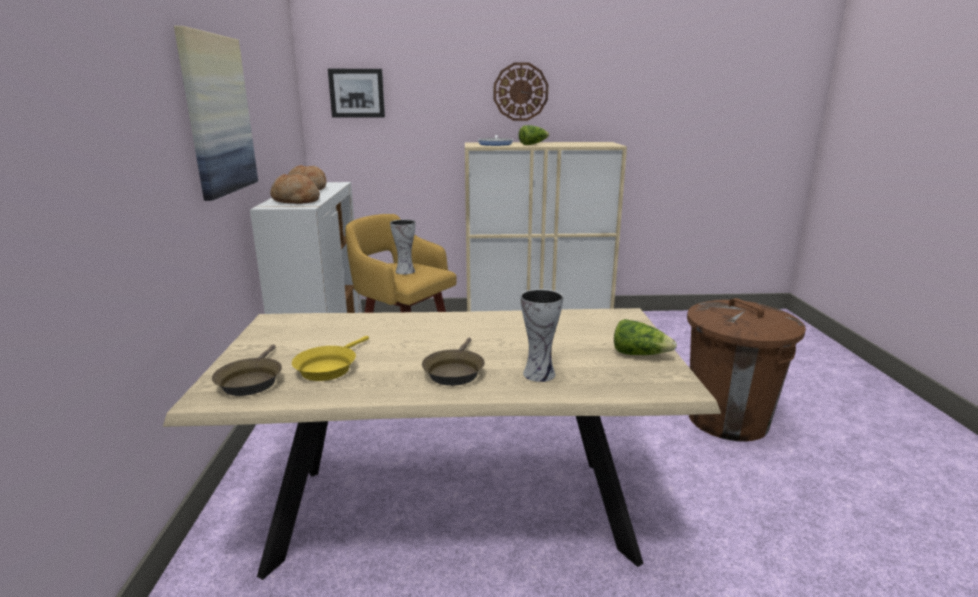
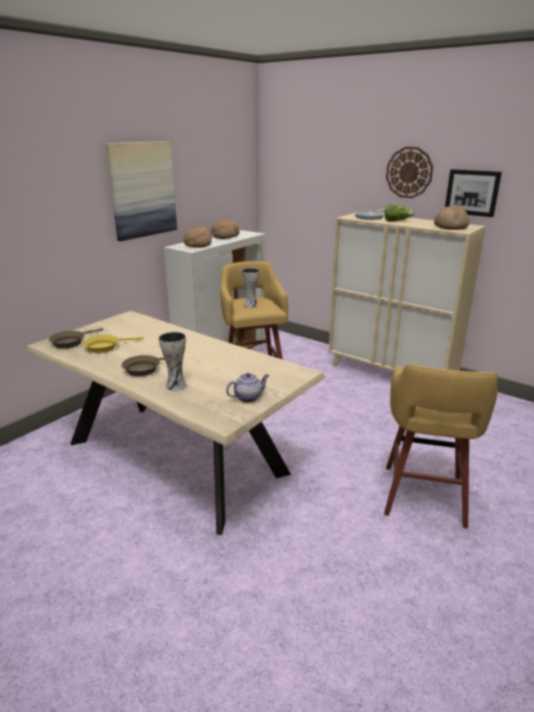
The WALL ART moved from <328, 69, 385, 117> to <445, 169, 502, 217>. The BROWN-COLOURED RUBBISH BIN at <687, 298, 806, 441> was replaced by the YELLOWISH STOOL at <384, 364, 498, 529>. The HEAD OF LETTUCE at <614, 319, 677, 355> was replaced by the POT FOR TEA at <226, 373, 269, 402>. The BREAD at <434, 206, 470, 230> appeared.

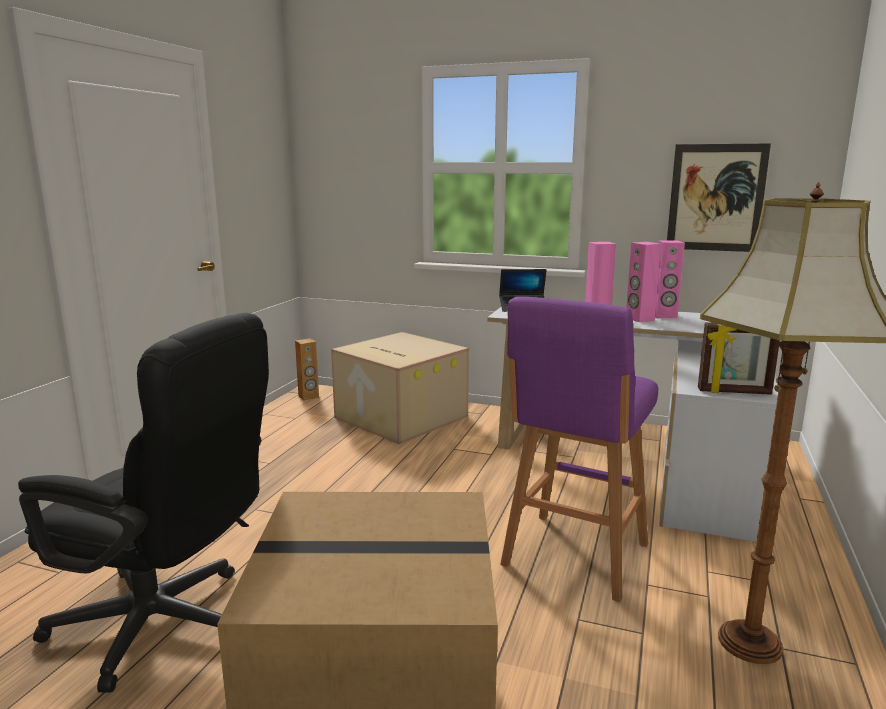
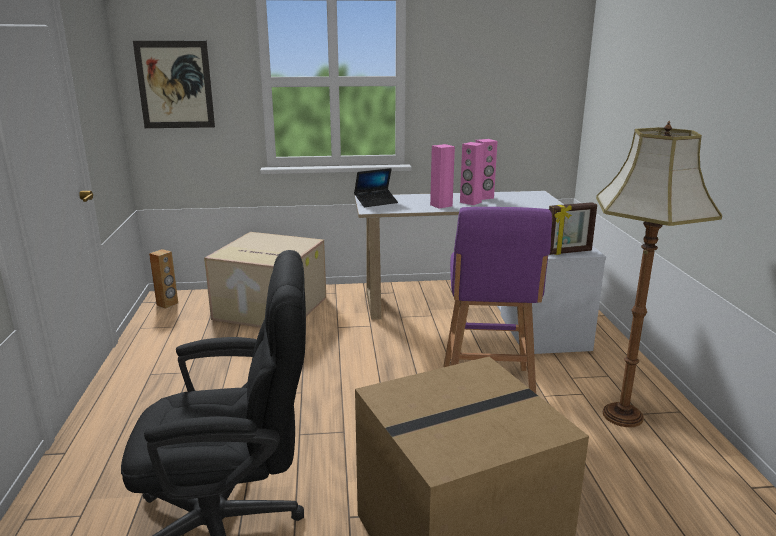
The WALL ART moved from <667, 144, 771, 252> to <133, 41, 215, 128>.

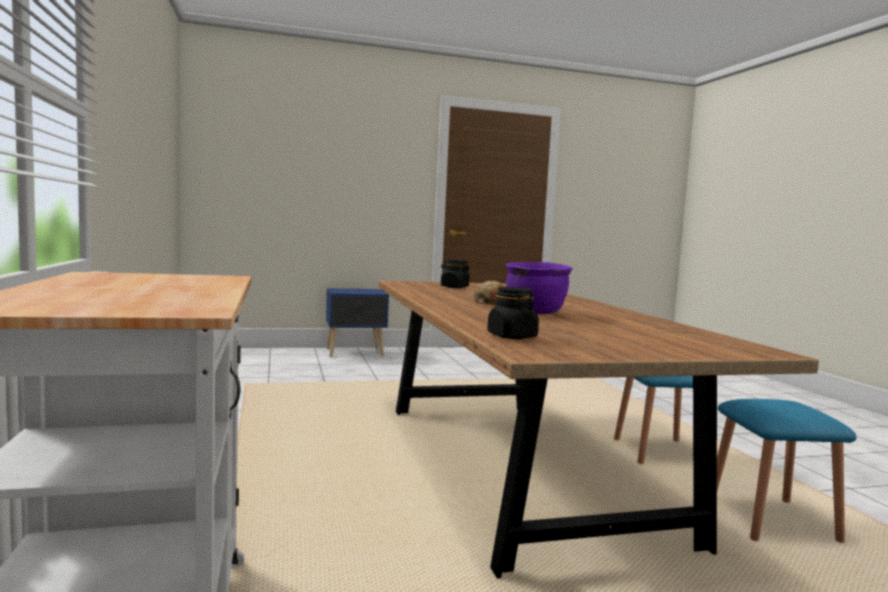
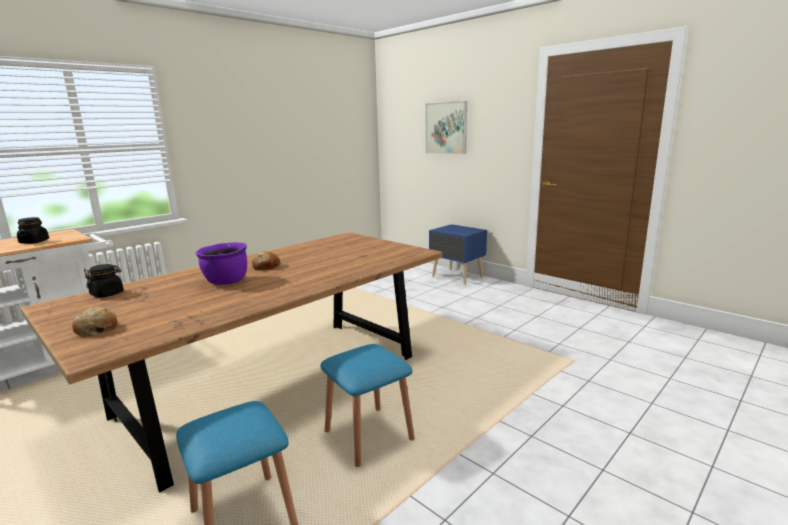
The BLACKISH STORAGE JAR moved from <441, 259, 470, 288> to <17, 217, 49, 244>. The WALL ART at <426, 101, 467, 154> appeared. The BREAD at <72, 306, 117, 336> appeared.

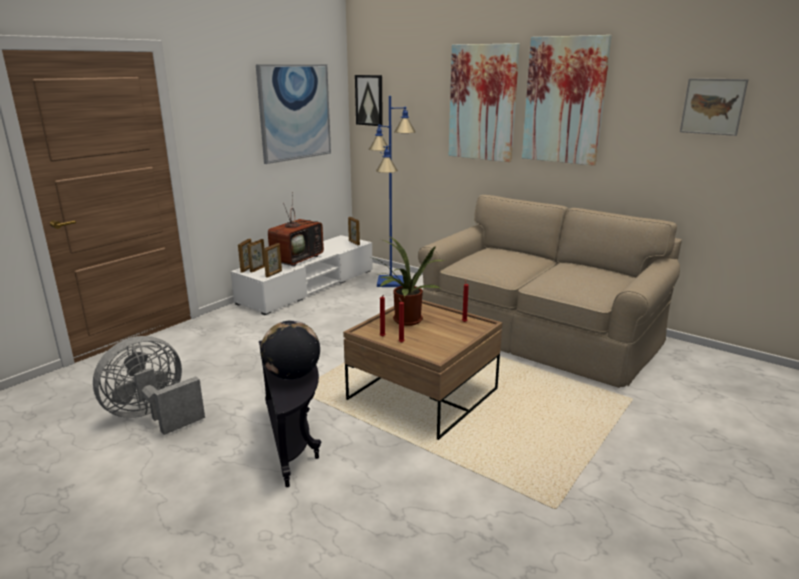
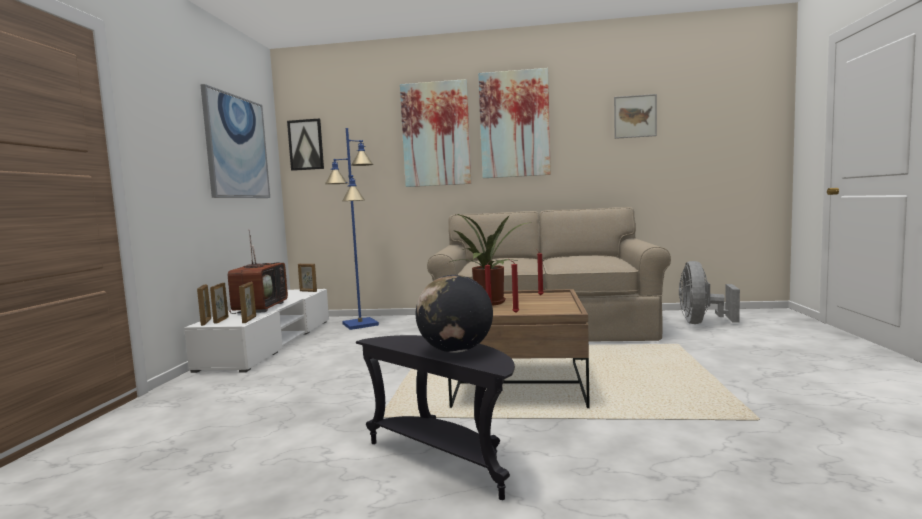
The GRAY FAN moved from <93, 336, 205, 435> to <679, 261, 740, 324>.

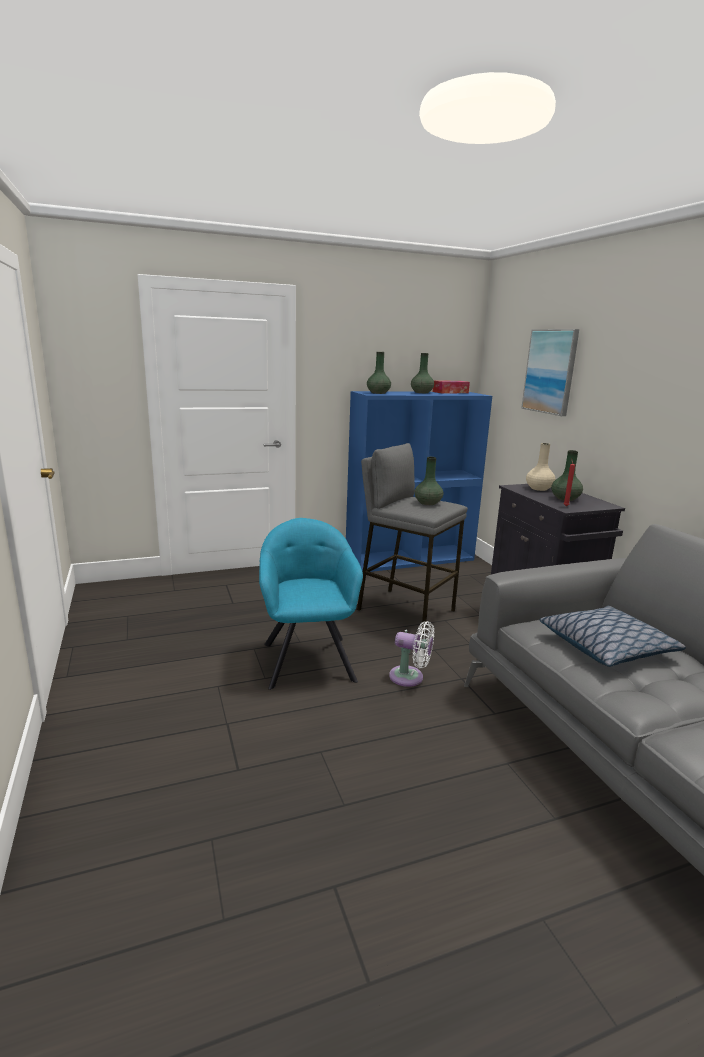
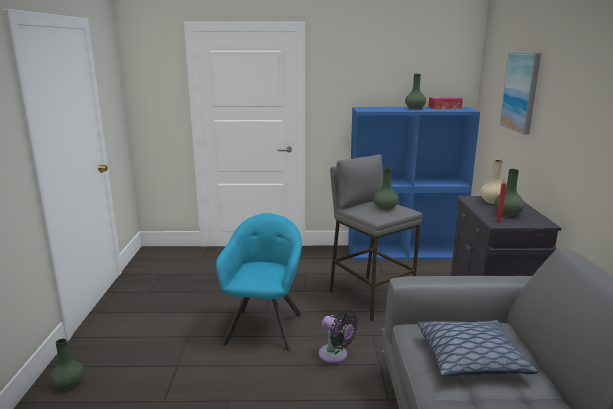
The GREEN-COLOURED DECORATIVE VASE moved from <367, 352, 391, 394> to <50, 339, 84, 389>. The WHITE FAN at <389, 621, 434, 687> became the BLACKISH FAN at <319, 310, 358, 363>.

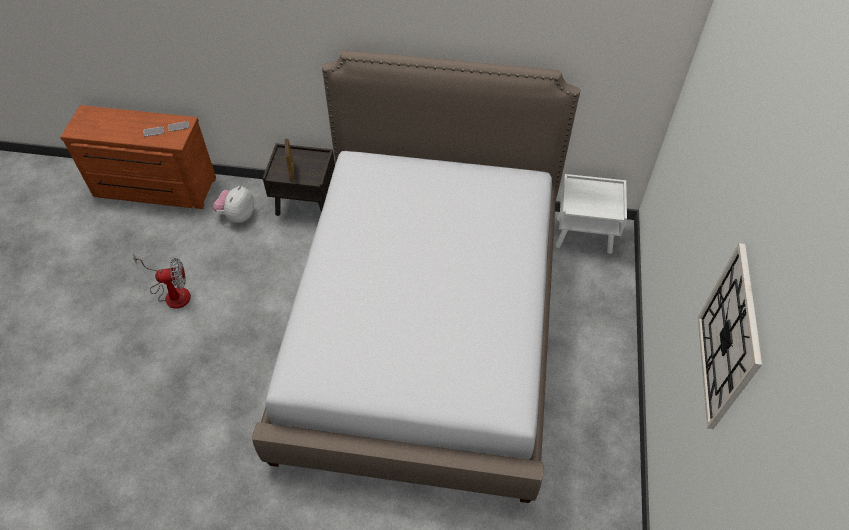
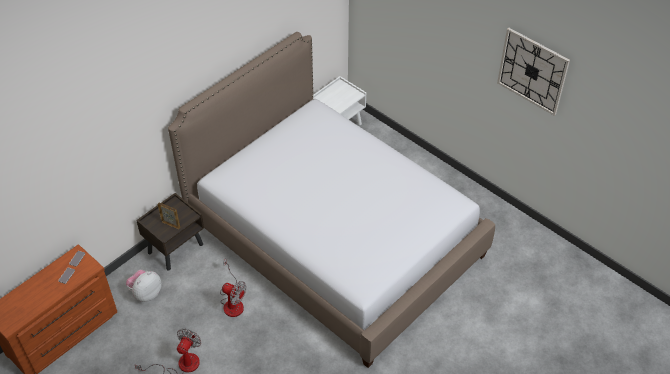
The SOFT TOY at <213, 186, 254, 223> turned 75 degrees clockwise. The FAN at <220, 258, 246, 317> appeared.

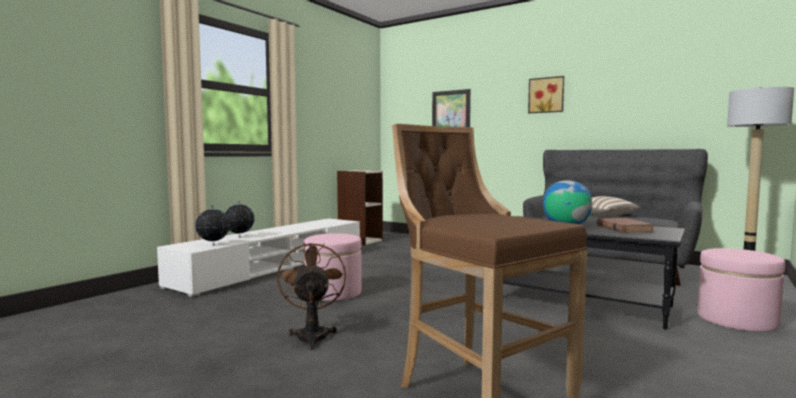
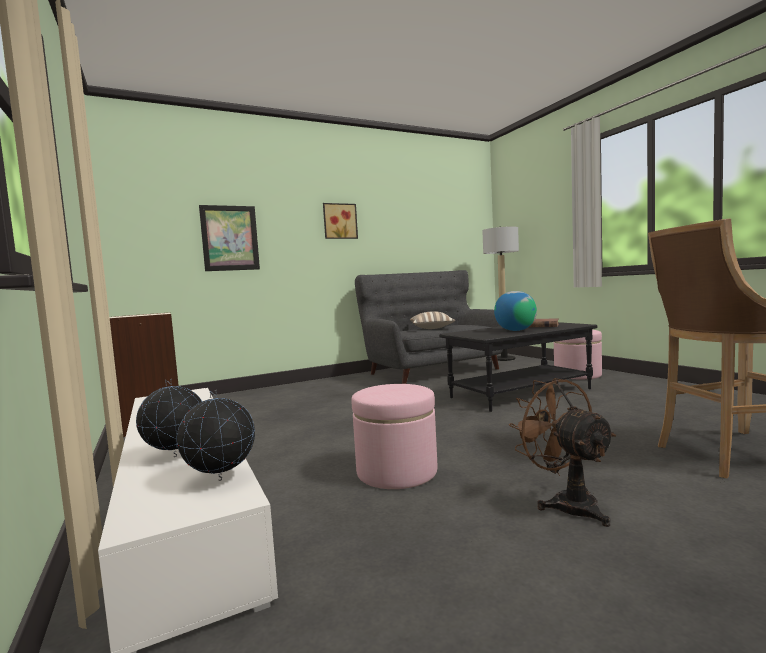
The BROWN-COLOURED FAN at <277, 243, 346, 350> turned 45 degrees clockwise.

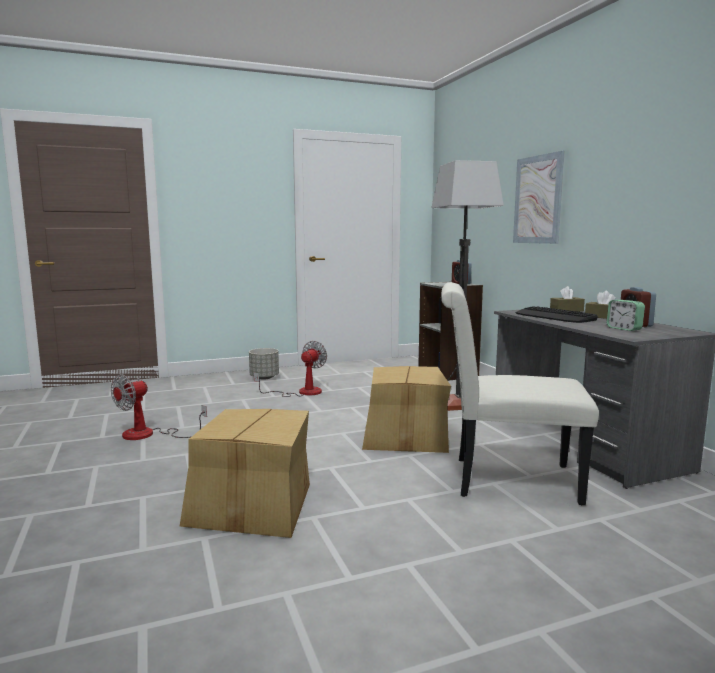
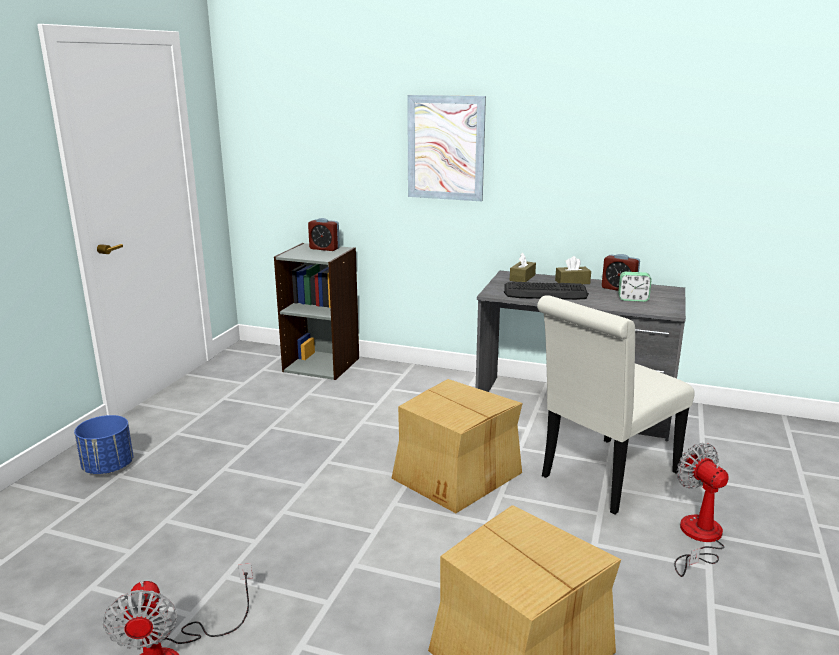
The STANDARD LAMP at <431, 160, 504, 411> disappeared. The FAN moved from <254, 341, 327, 397> to <674, 443, 729, 577>. The GRAY PLANT POT at <249, 348, 279, 380> became the BLUE PLANT POT at <74, 415, 134, 474>.

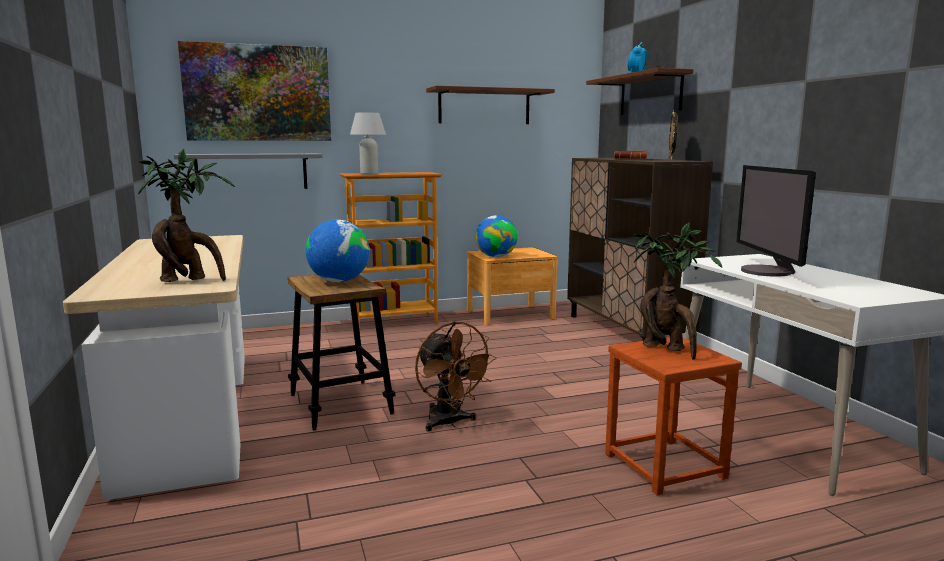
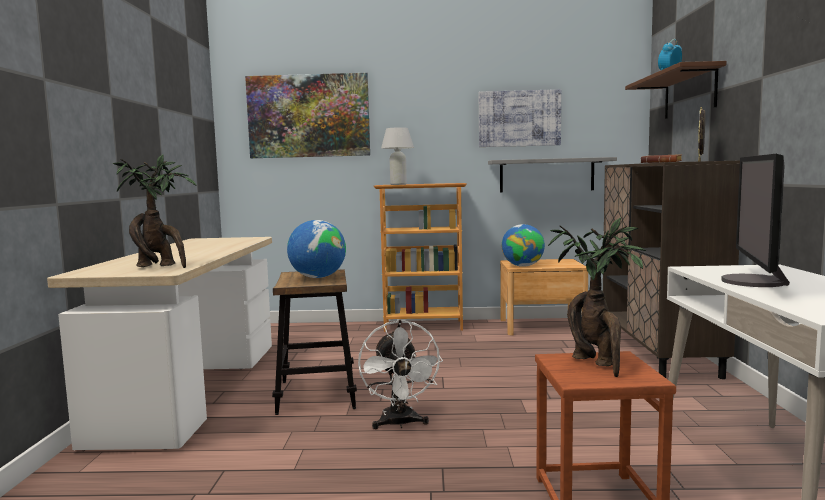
The BROWN-COLOURED BRACKET SHELF at <426, 86, 555, 124> was replaced by the WALL ART at <479, 89, 561, 147>. The GRAY BRACKET SHELF moved from <174, 153, 323, 189> to <488, 157, 617, 193>. The BROWN-COLOURED FAN at <415, 321, 496, 431> became the WHITE FAN at <358, 320, 443, 429>.

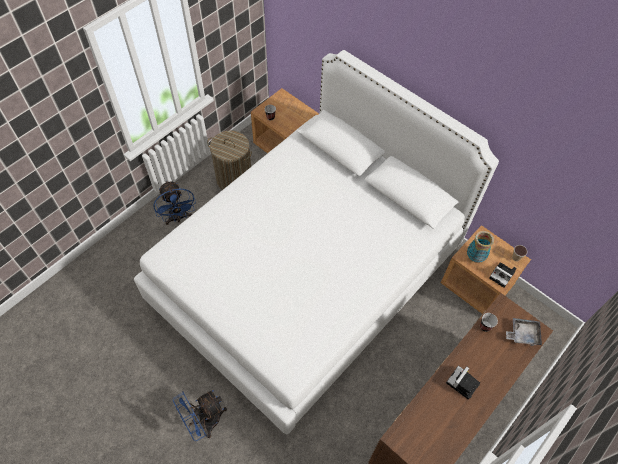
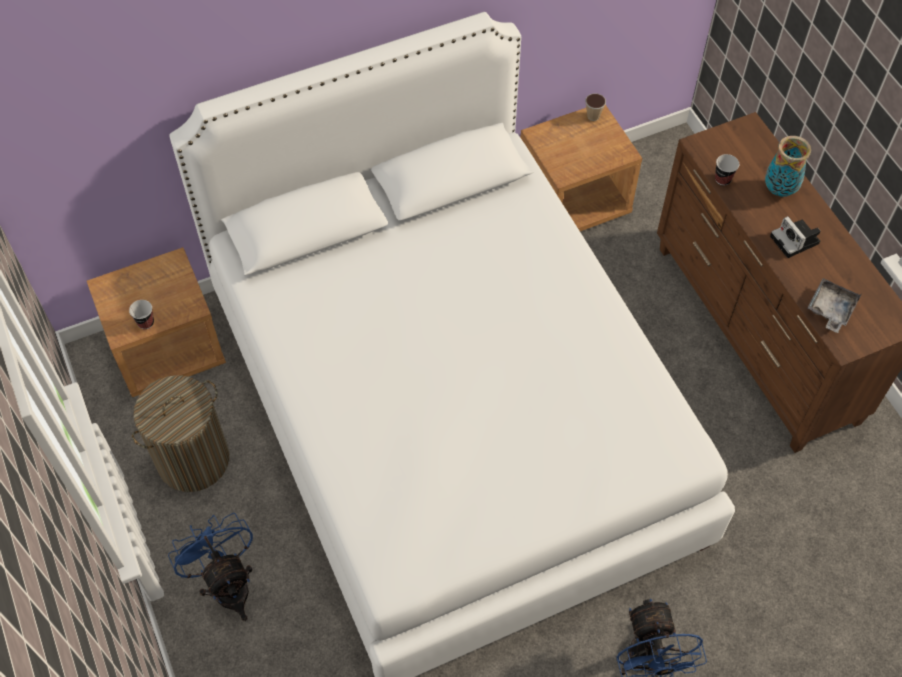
The BLUE FAN at <153, 180, 196, 225> turned 120 degrees counterclockwise. The DECORATIVE VASE moved from <467, 231, 494, 263> to <765, 136, 811, 197>. The STILL CAMERA at <489, 262, 517, 288> disappeared. The GRAY SERVING TRAY moved from <506, 318, 542, 346> to <807, 278, 862, 333>.

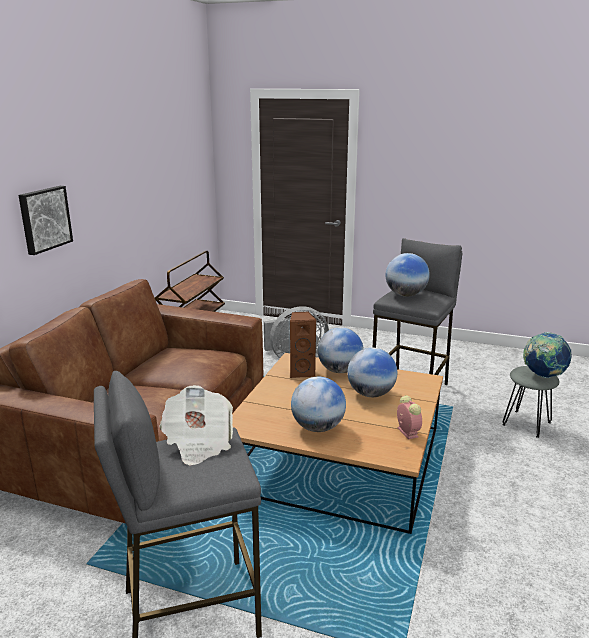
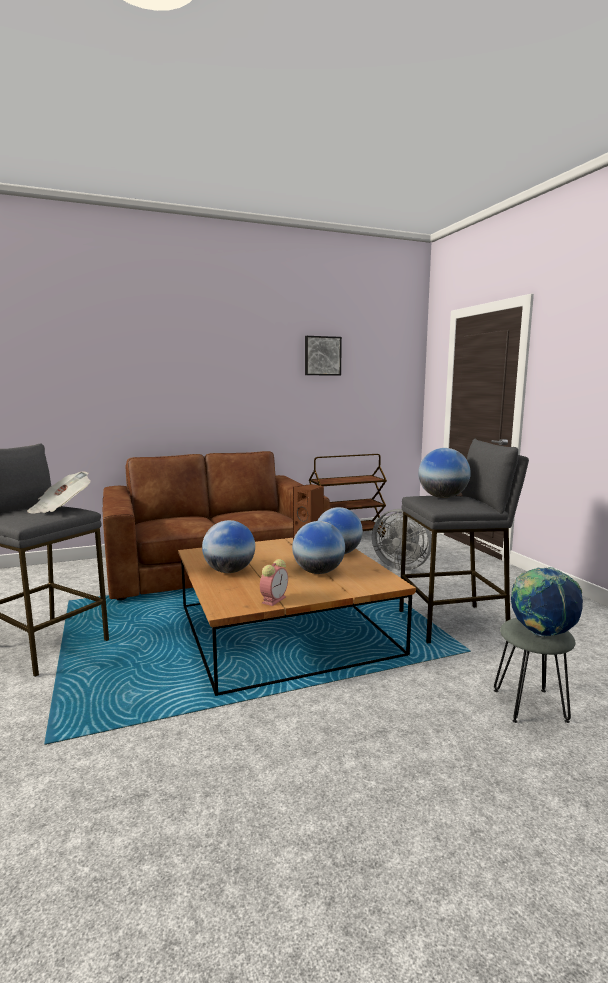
The WALL ART moved from <18, 186, 73, 255> to <305, 336, 342, 376>.

